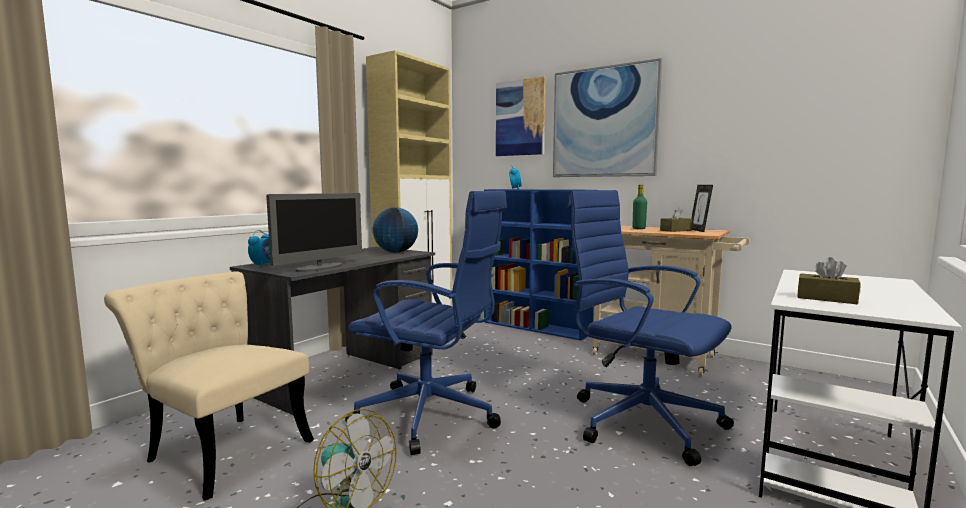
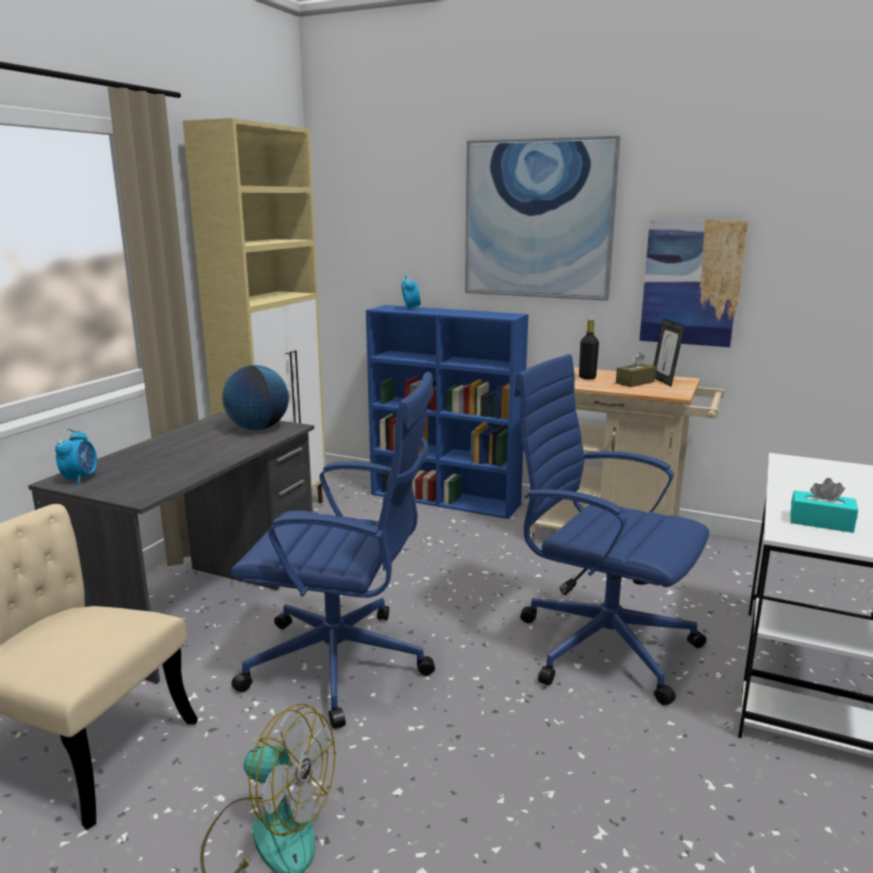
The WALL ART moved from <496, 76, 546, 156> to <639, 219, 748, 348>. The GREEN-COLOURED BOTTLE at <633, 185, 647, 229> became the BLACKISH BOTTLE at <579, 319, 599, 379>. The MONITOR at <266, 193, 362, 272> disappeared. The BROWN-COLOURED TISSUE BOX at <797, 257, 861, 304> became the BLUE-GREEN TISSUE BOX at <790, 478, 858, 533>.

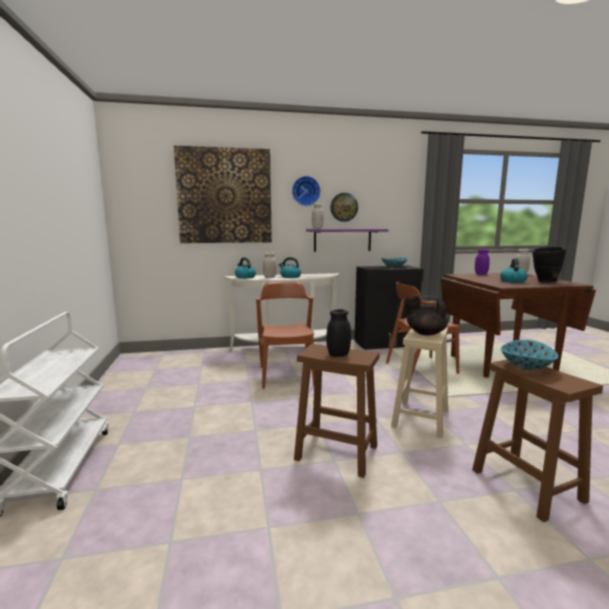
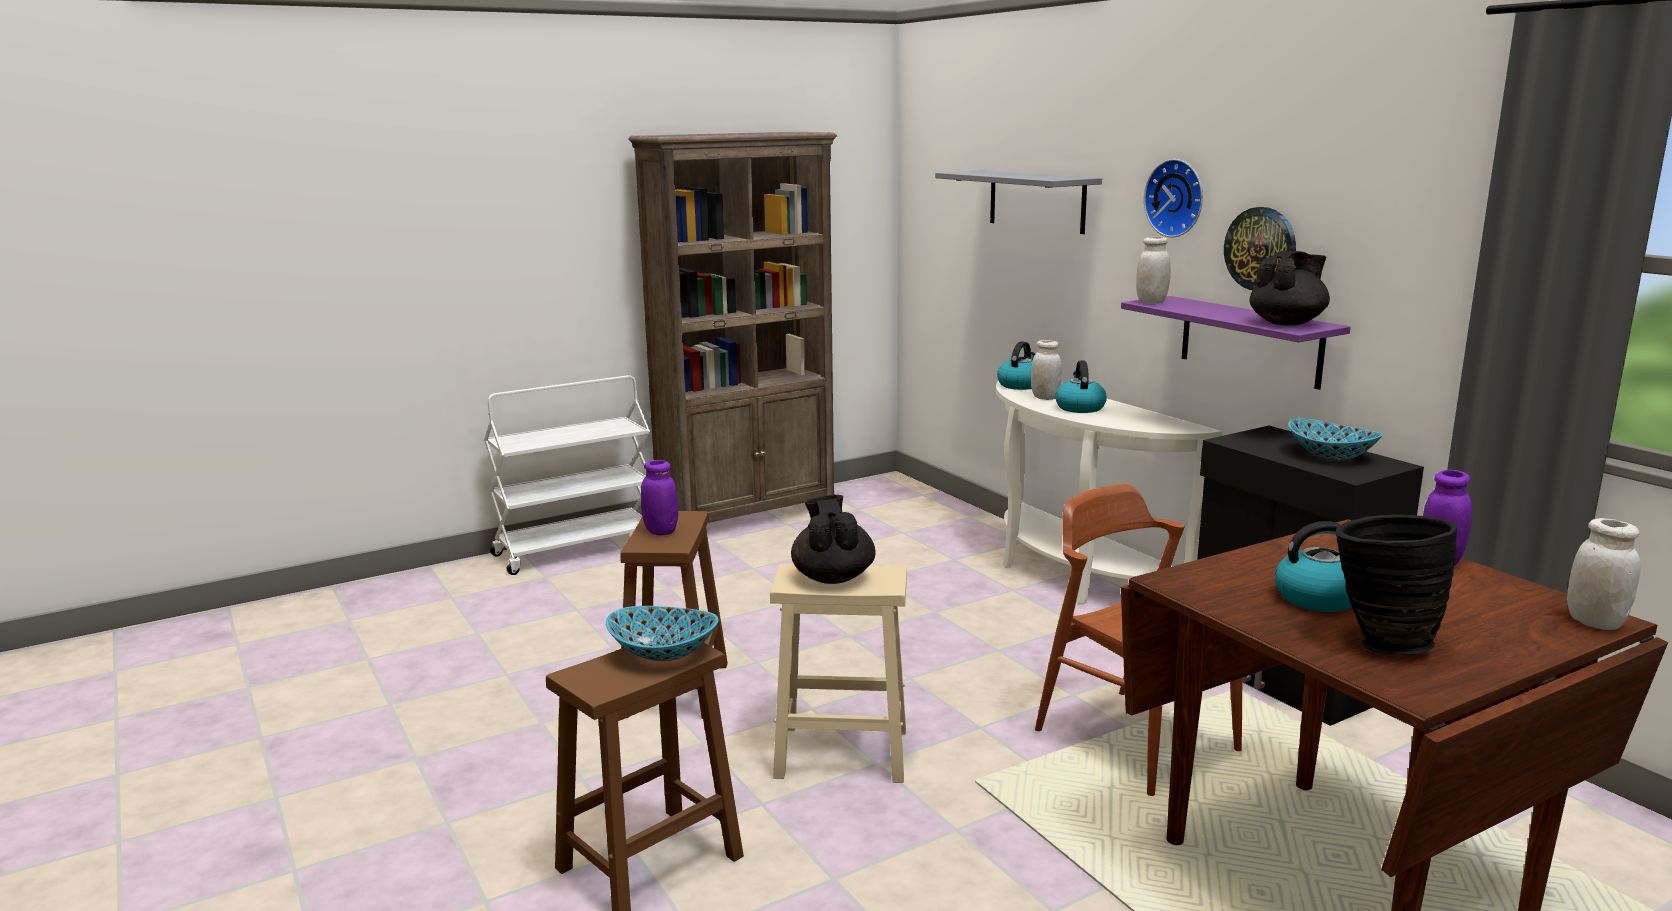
The WALL ART at <174, 146, 272, 243> was replaced by the GRAY BRACKET SHELF at <935, 170, 1102, 234>. The BROWN-COLOURED UPRIGHT CHAIR at <256, 281, 315, 389> disappeared. The BLACKISH STORAGE JAR at <326, 309, 351, 357> became the PURPLE-COLOURED STORAGE JAR at <641, 460, 678, 536>. The BROWN-COLOURED SHELVING UNIT at <628, 132, 837, 523> appeared. The BLACKISH POT FOR TEA at <1250, 251, 1330, 325> appeared.

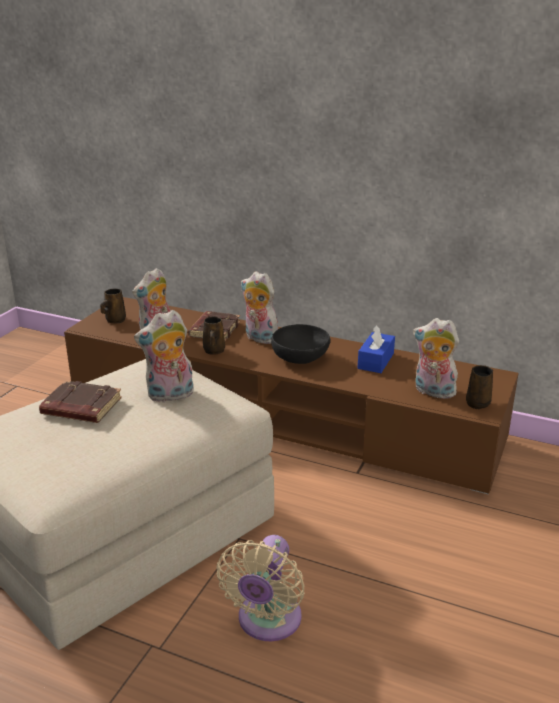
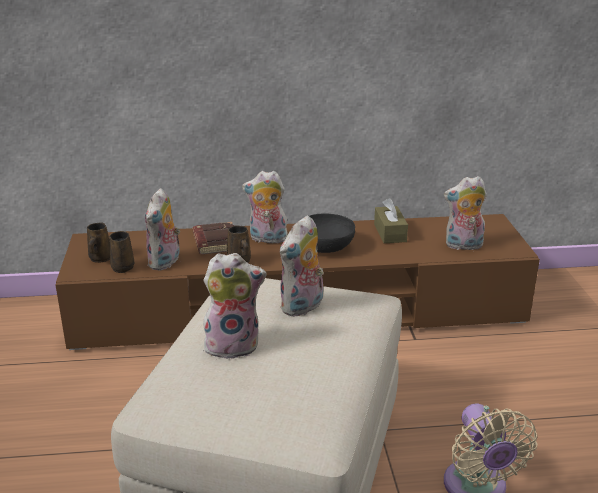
The BLUE TISSUE BOX at <358, 325, 395, 373> became the BROWN-COLOURED TISSUE BOX at <374, 198, 408, 243>. The BROWN-COLOURED TEA MUG moved from <466, 365, 493, 409> to <109, 231, 134, 273>. The BROWN-COLOURED BOOK at <39, 380, 122, 423> was replaced by the SOFT TOY at <203, 253, 267, 359>.

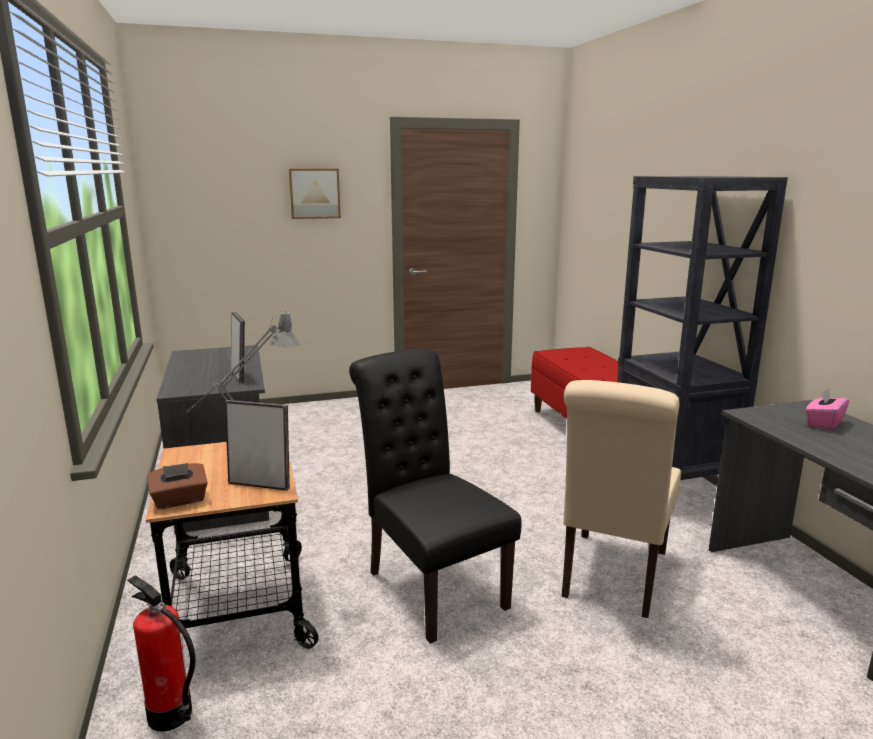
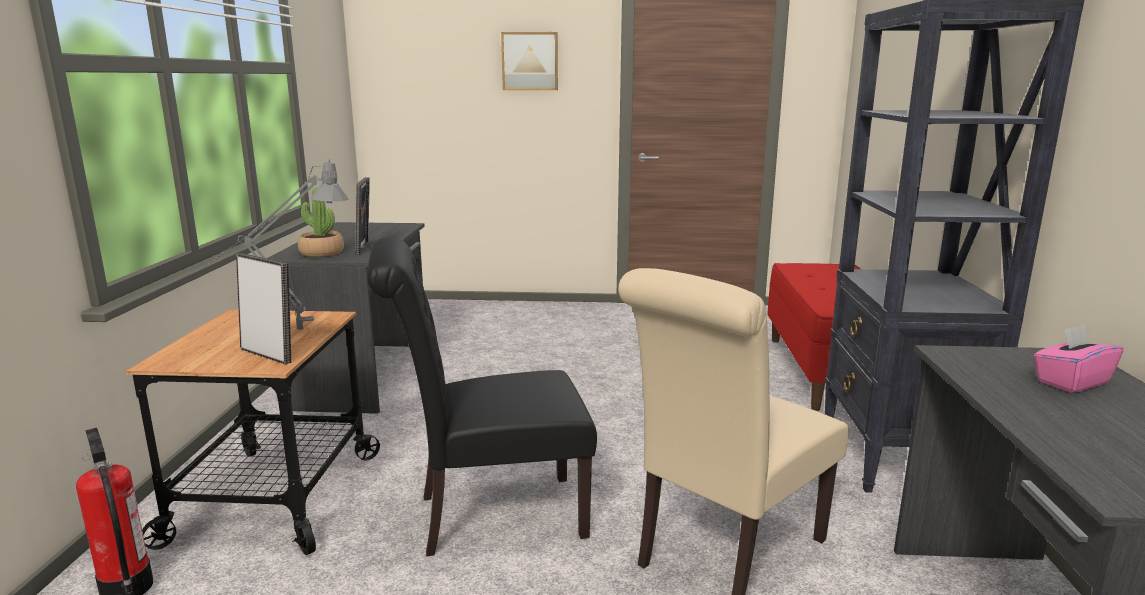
The BLACKISH UPRIGHT CHAIR at <349, 349, 522, 644> turned 90 degrees counterclockwise. The BROWN-COLOURED TISSUE BOX at <147, 463, 207, 509> disappeared. The POTTED PLANT at <298, 187, 344, 257> appeared.

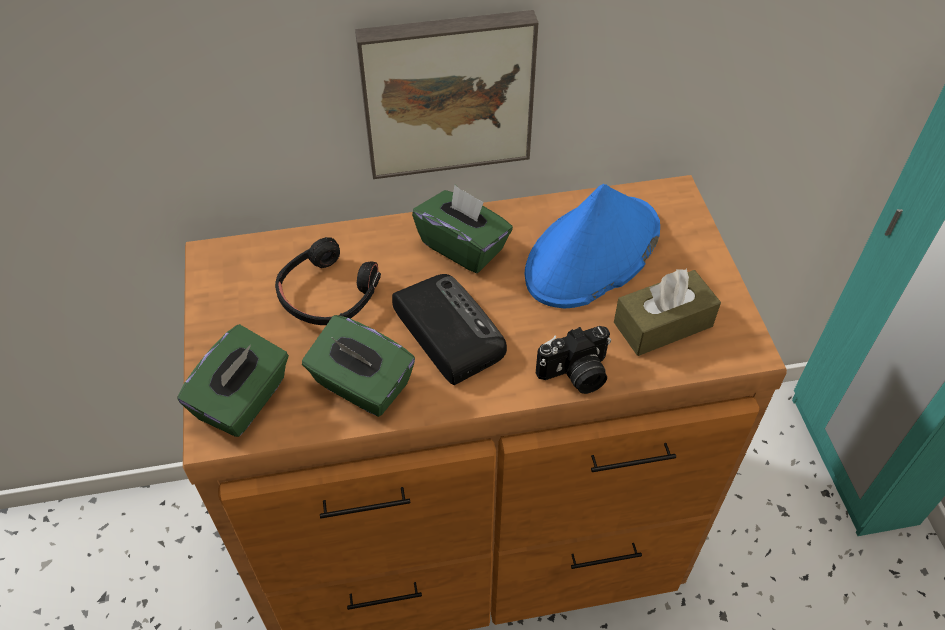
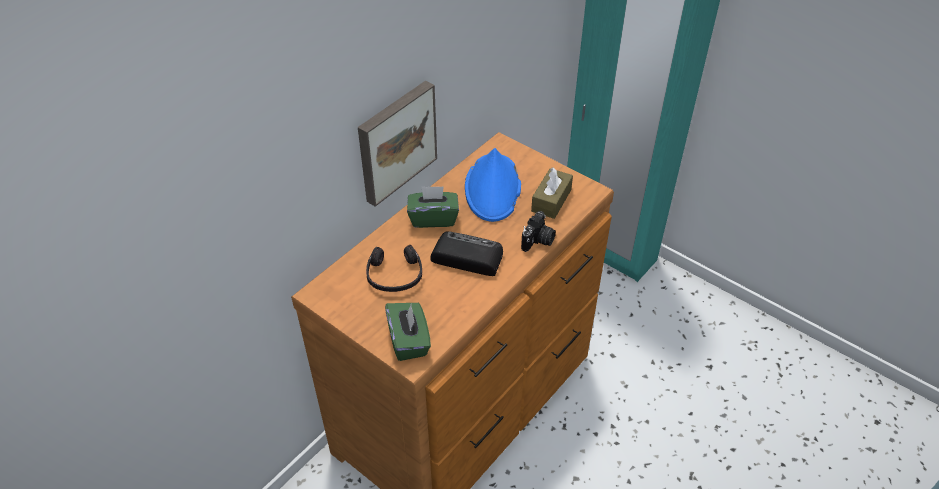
The GREEN-COLOURED TISSUE BOX at <302, 315, 415, 417> disappeared.

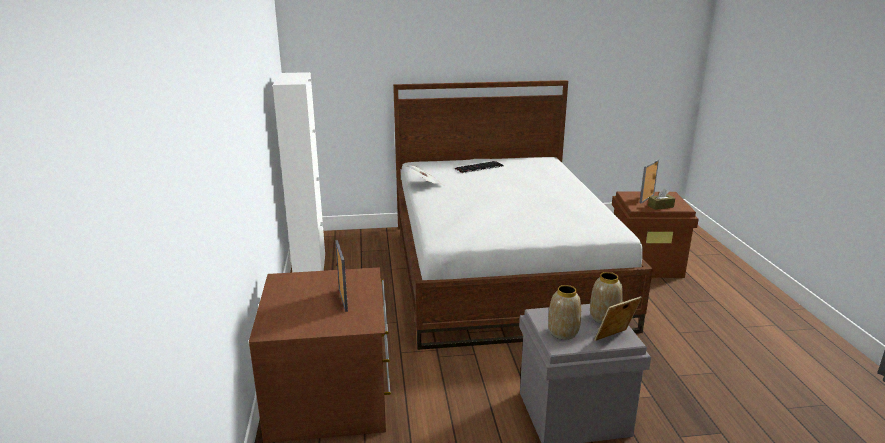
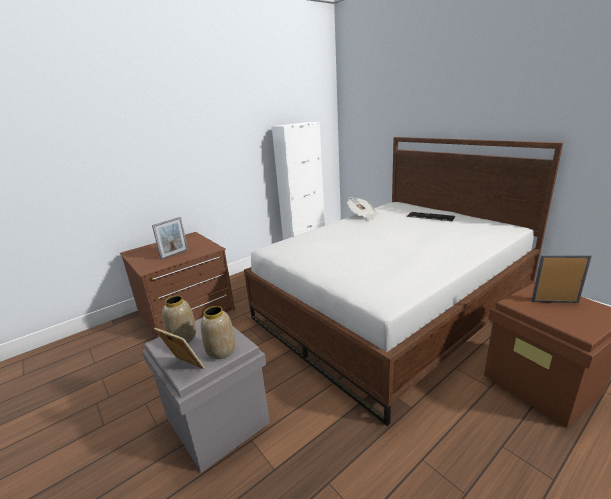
The BROWN-COLOURED TISSUE BOX at <648, 189, 675, 210> disappeared.

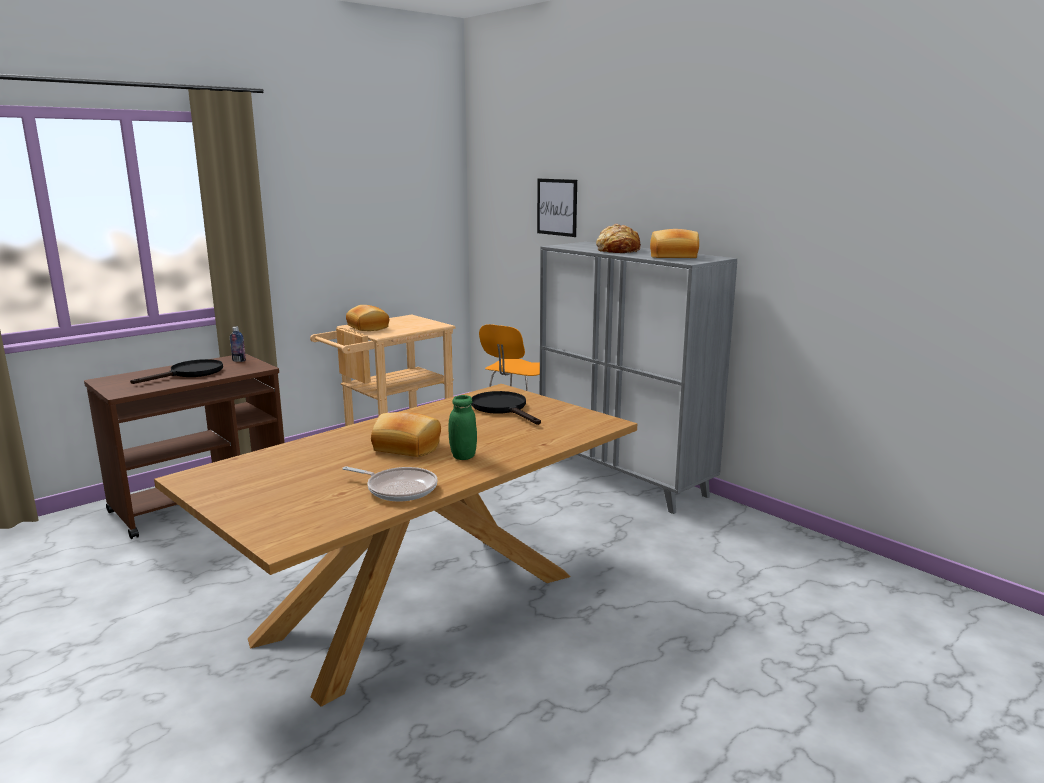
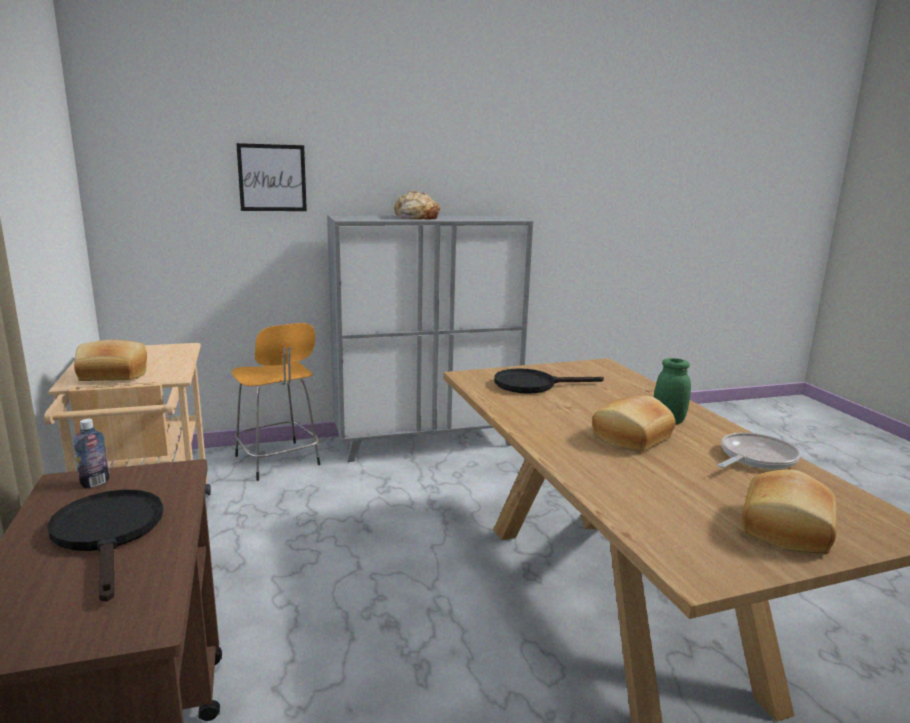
The BREAD moved from <650, 229, 699, 258> to <742, 469, 837, 555>.

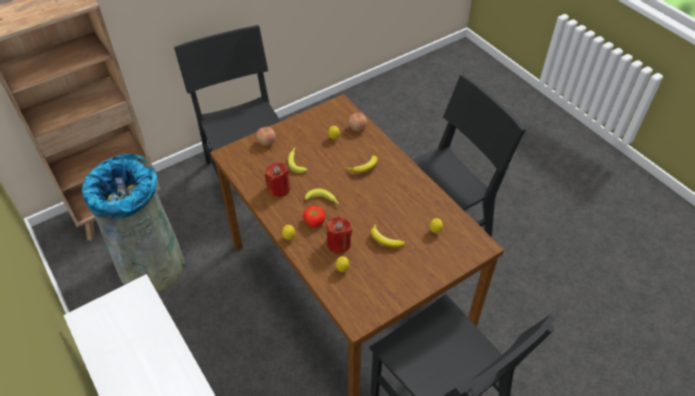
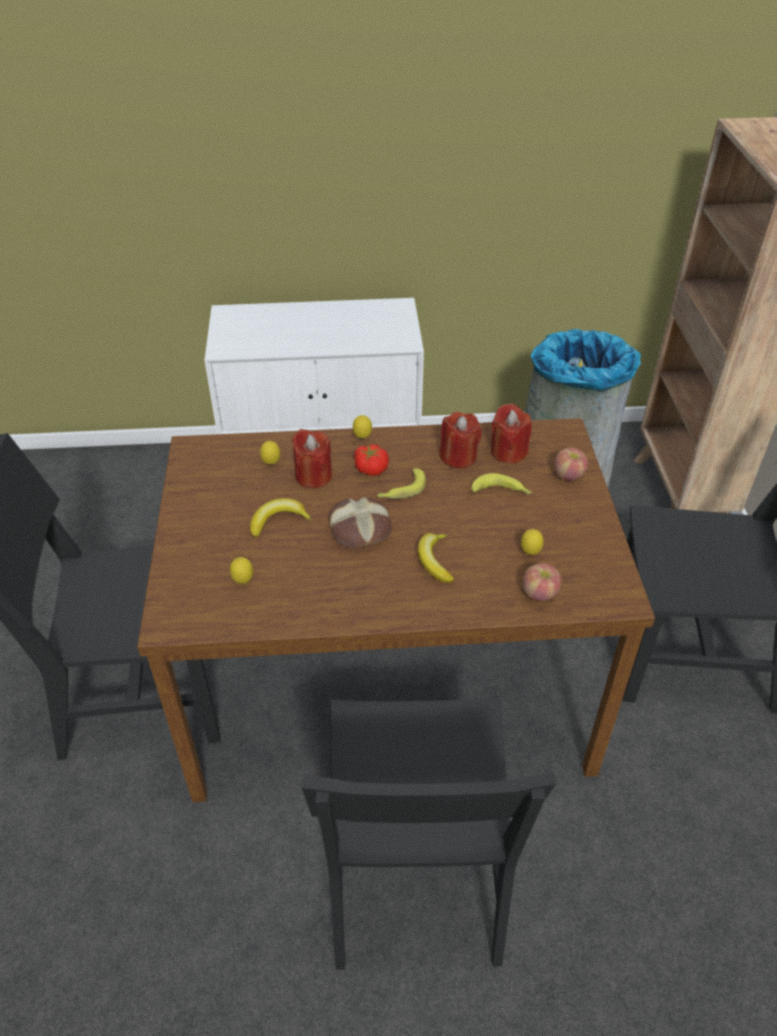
The RED-COLOURED CANDLE at <491, 403, 532, 464> appeared. The BREAD at <328, 497, 392, 548> appeared.

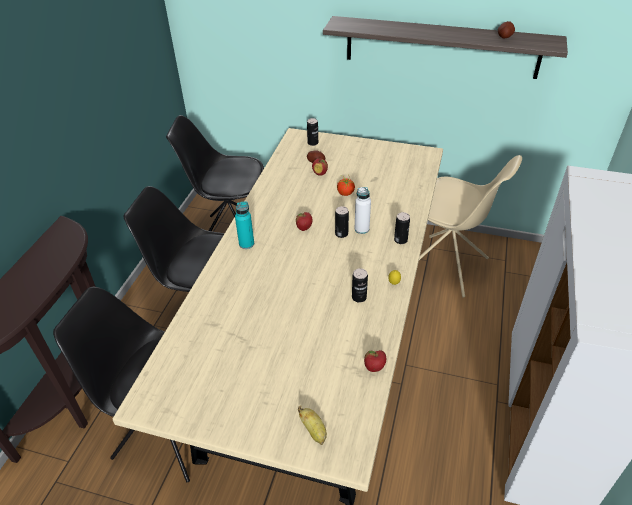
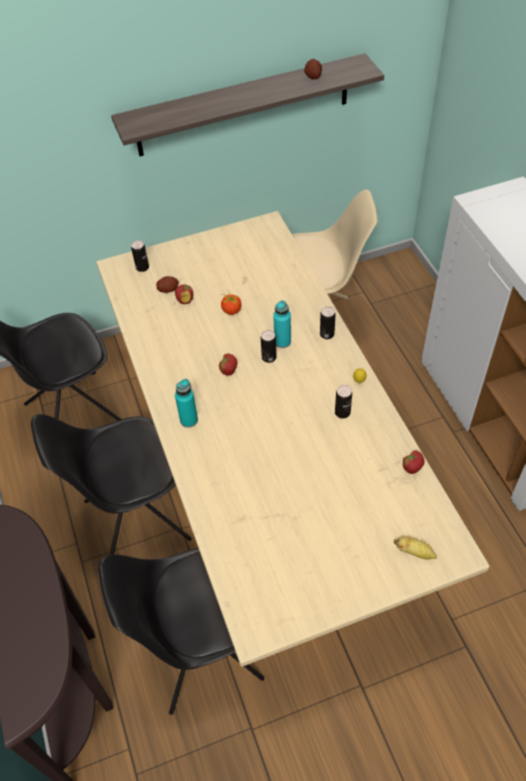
The WHITE BOTTLE at <355, 187, 371, 234> became the BLUE-GREEN BOTTLE at <273, 300, 291, 348>.

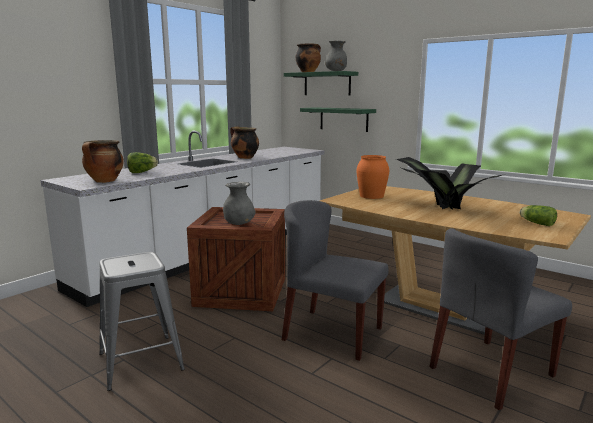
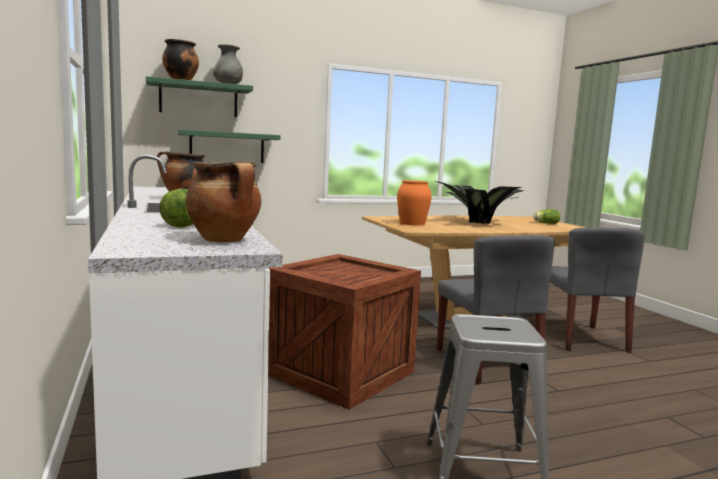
The GRAY DECORATIVE VASE at <223, 182, 256, 225> disappeared. The GRAY UPRIGHT CHAIR at <282, 200, 389, 361> turned 75 degrees counterclockwise.

